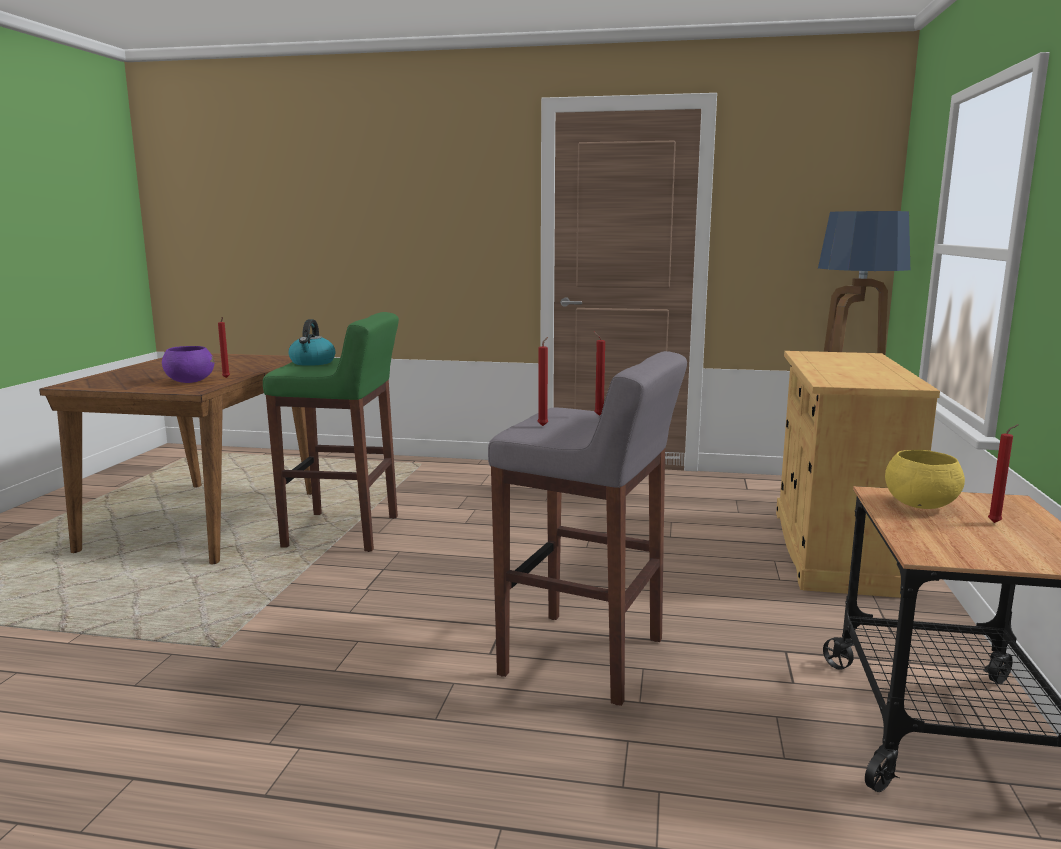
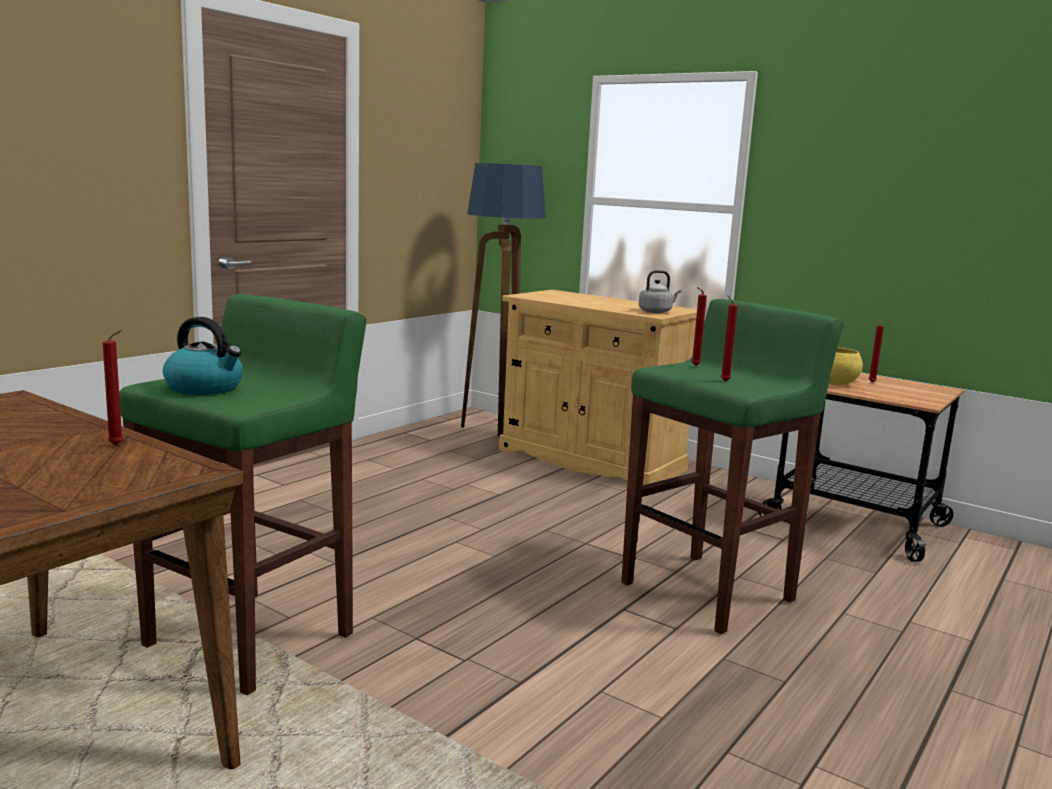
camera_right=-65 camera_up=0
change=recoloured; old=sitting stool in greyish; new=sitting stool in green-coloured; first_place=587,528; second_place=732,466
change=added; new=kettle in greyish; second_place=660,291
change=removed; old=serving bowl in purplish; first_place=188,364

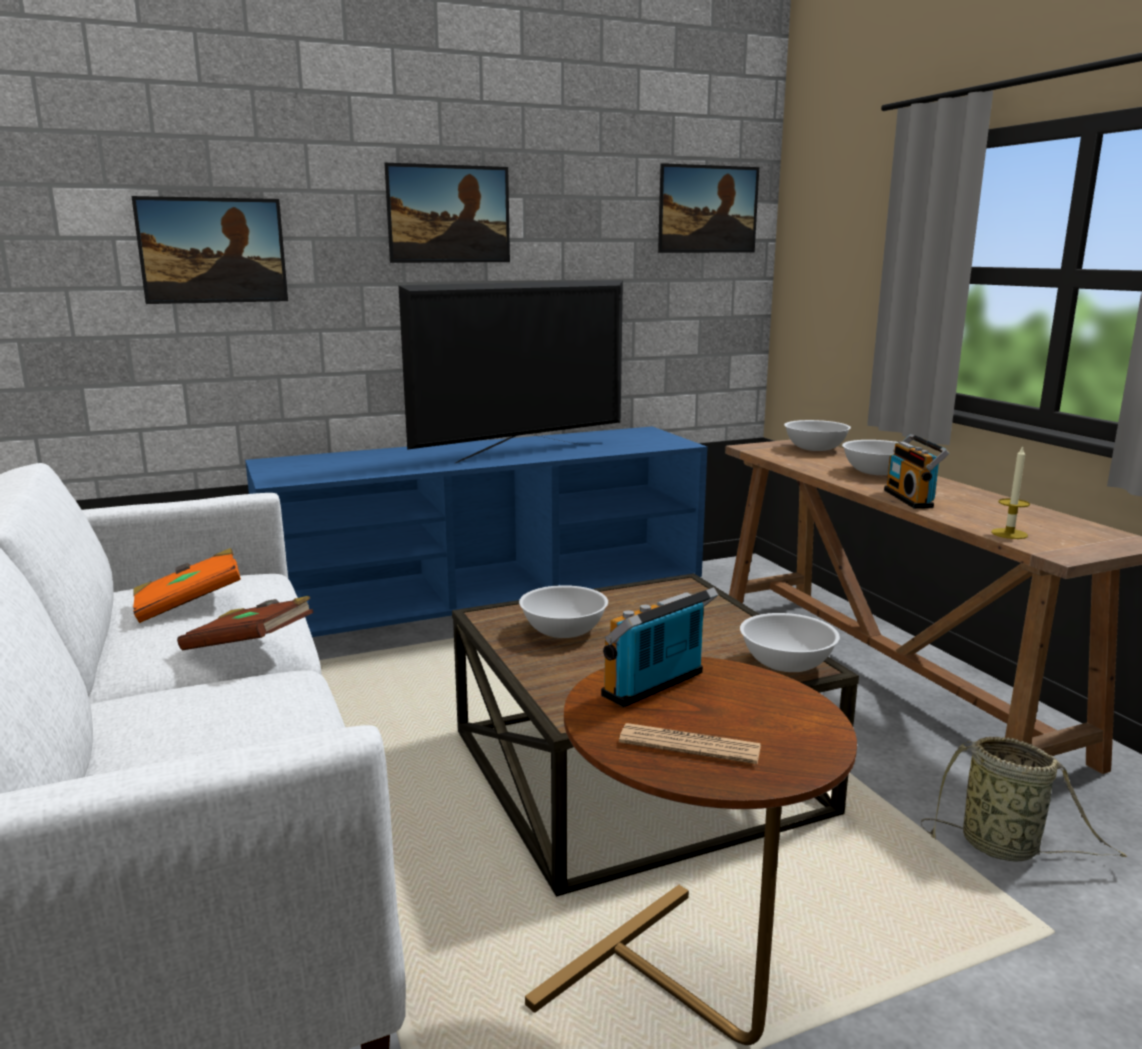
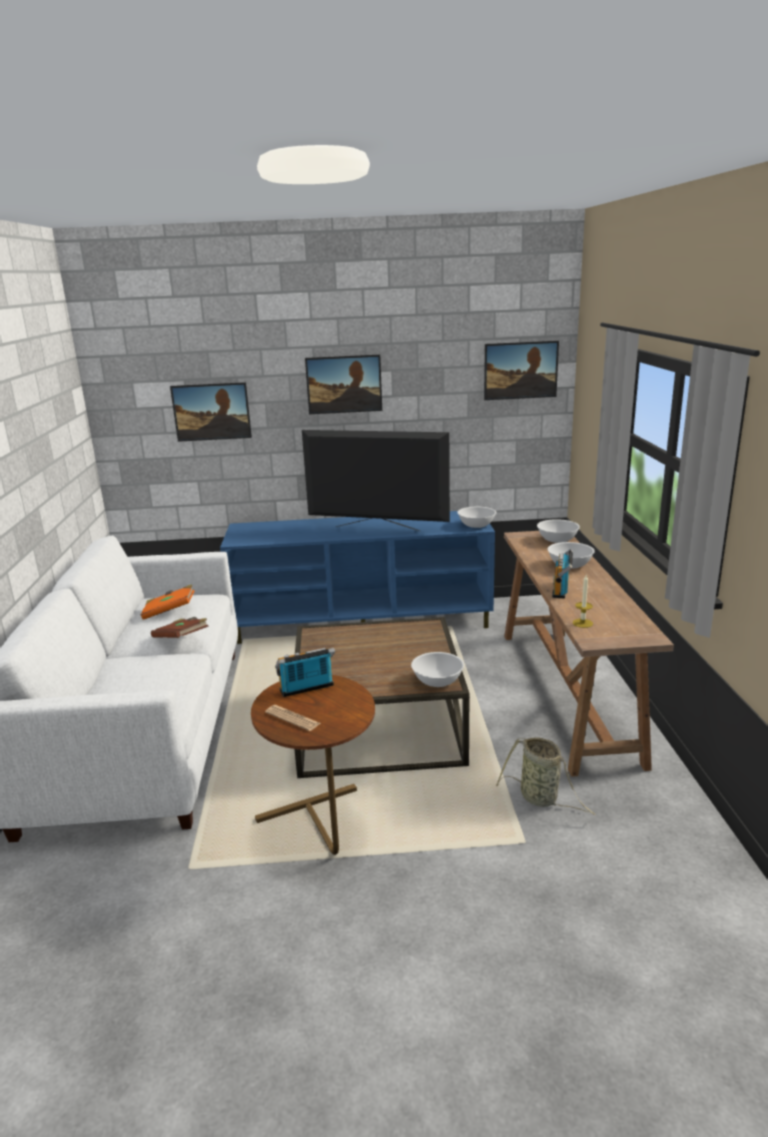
camera_right=20 camera_up=5
change=turned; old=TV; first_place=510,372; second_place=376,480; degrees=-150
change=moved; old=serving bowl in whitish; first_place=563,611; second_place=476,517

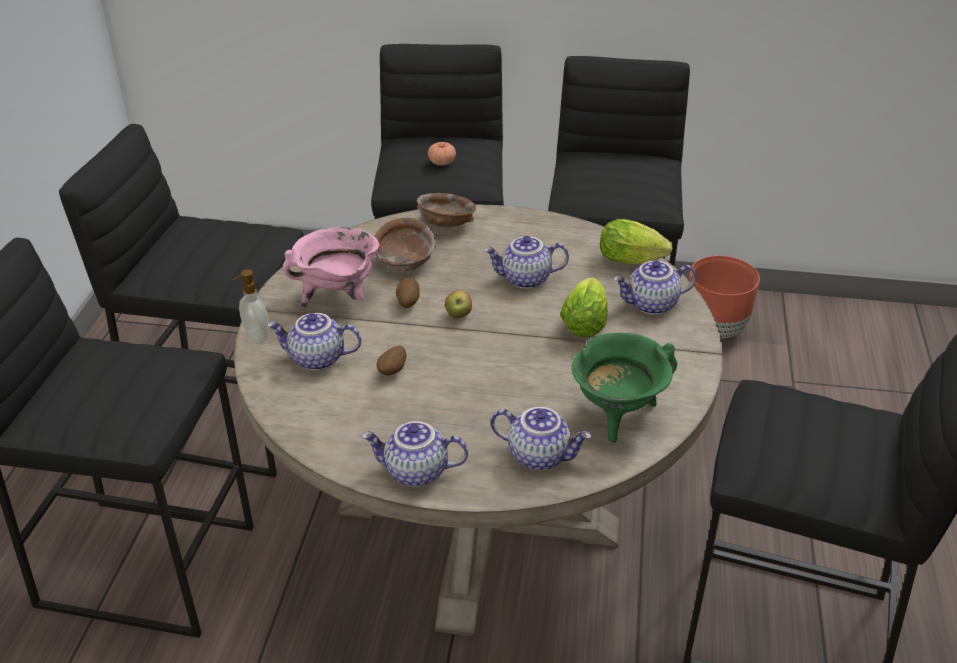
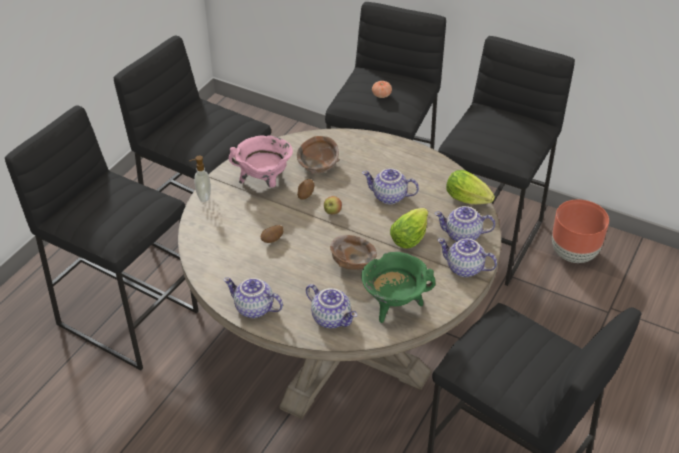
camera_right=20 camera_up=5
change=moved; old=serving bowl in brown-coloured; first_place=446,210; second_place=353,252
change=moved; old=pot for tea; first_place=314,342; second_place=467,257

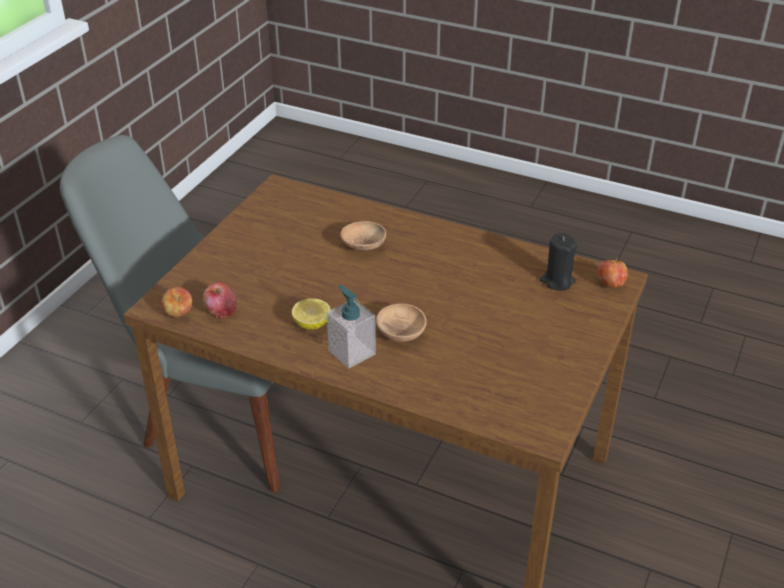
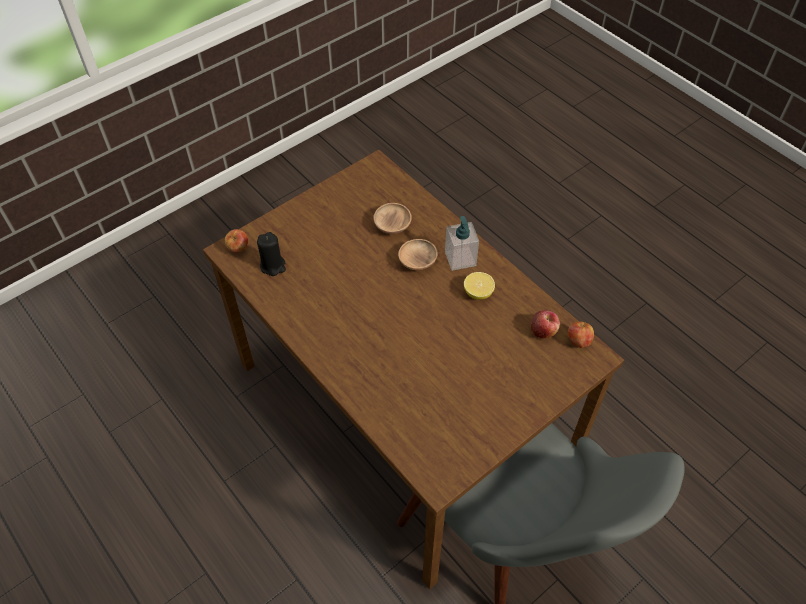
camera_right=-155 camera_up=15
change=moved; old=serving bowl in brown-coloured; first_place=363,235; second_place=392,218

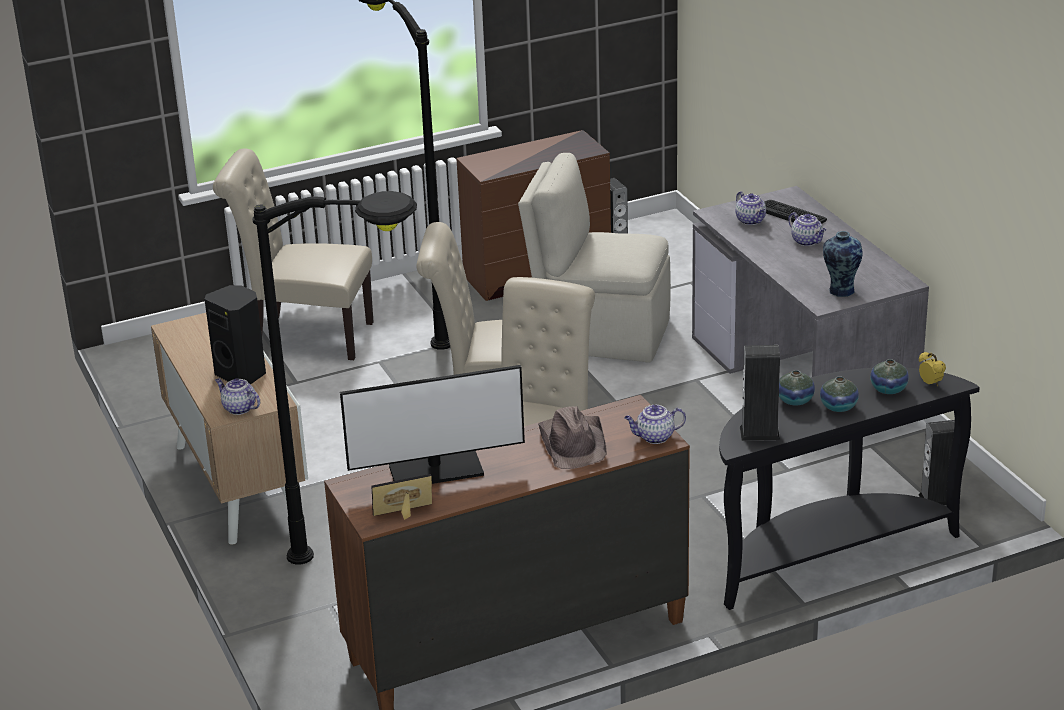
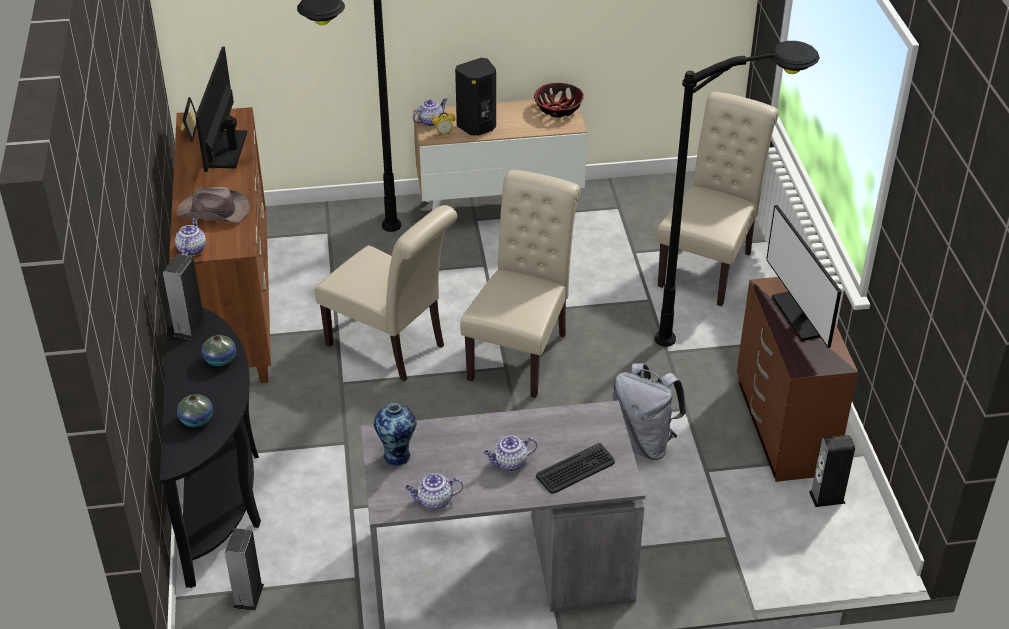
camera_right=105 camera_up=10
change=moved; old=pot for tea; first_place=750,208; second_place=434,491
change=moved; old=alarm clock; first_place=932,369; second_place=443,124
change=added; new=serving bowl; second_place=559,100
change=replaced; old=upright chair in beige; new=backpack in greyish; first_place=594,258; second_place=649,411
change=added; new=computer display; second_place=804,276
change=removed; old=decorative vase; first_place=839,394

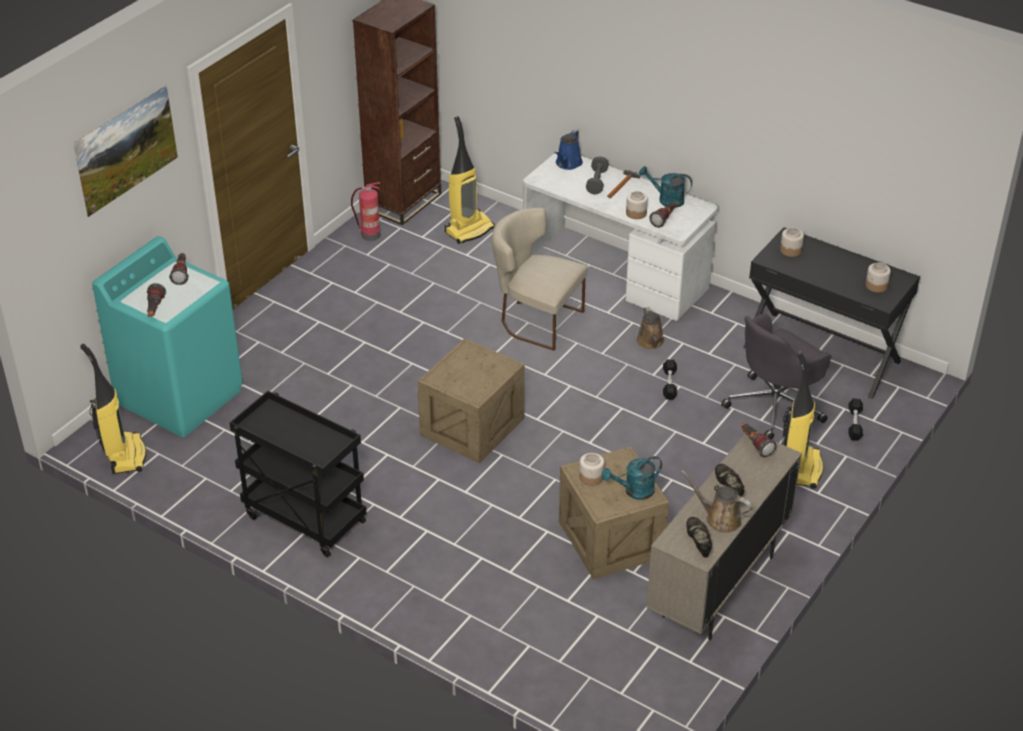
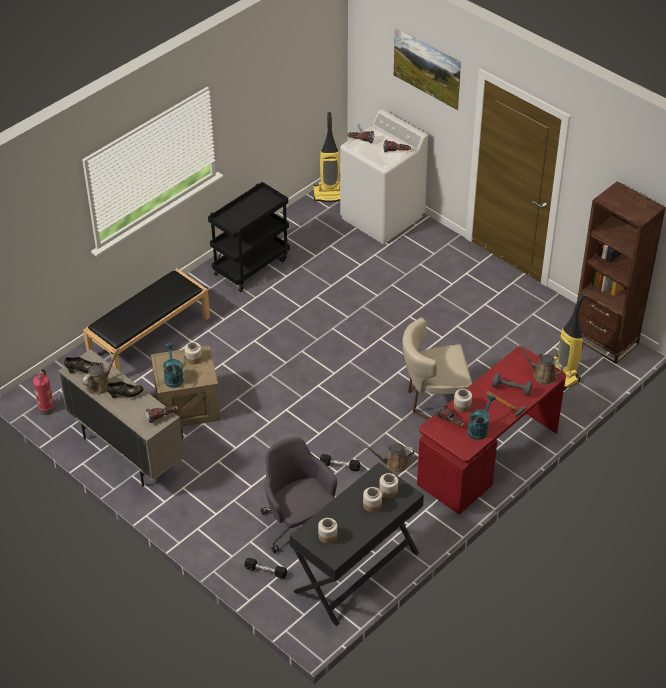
camera_right=100 camera_up=5
change=moved; old=extinguisher; first_place=365,211; second_place=44,392
change=added; new=long seat in black; second_place=146,320
change=recoloured; old=laundry machine in turquoise; new=laundry machine in whitish; first_place=167,336; second_place=384,176
change=added; new=jar; second_place=372,499
change=turned; old=upright chair in beige; first_place=540,279; second_place=437,368; degrees=-135
change=recoloured; old=desk unit in whitish; new=desk unit in red-coloured; first_place=620,235; second_place=491,430
change=recoloured; old=watering can in blue; new=watering can in brown-coloured; first_place=568,150; second_place=540,364
change=removed; old=packing crate; first_place=471,400
change=removed; old=vacuum; first_place=803,420

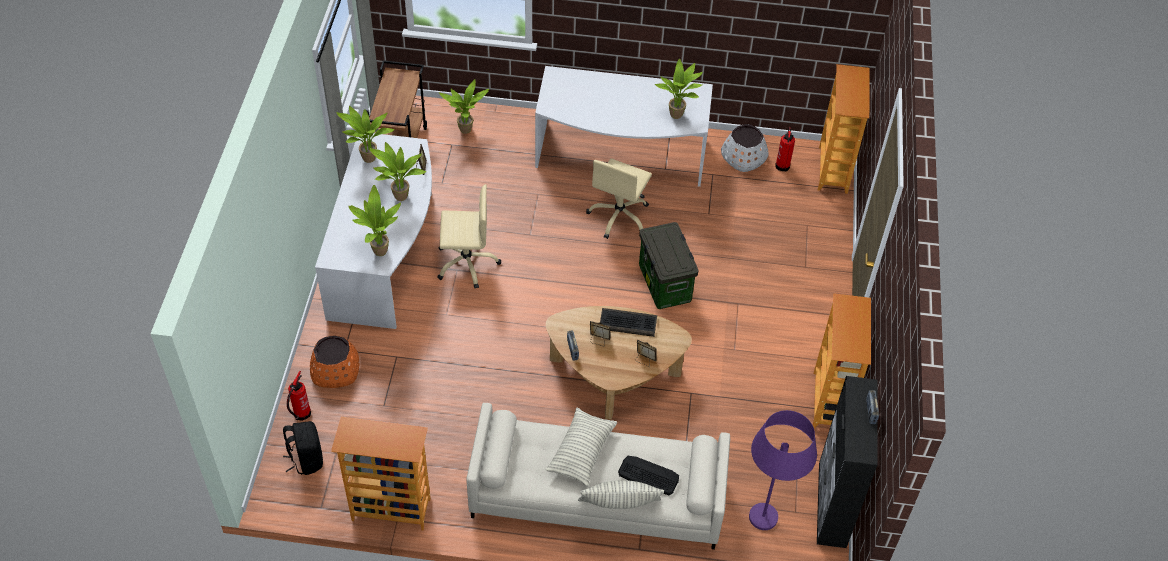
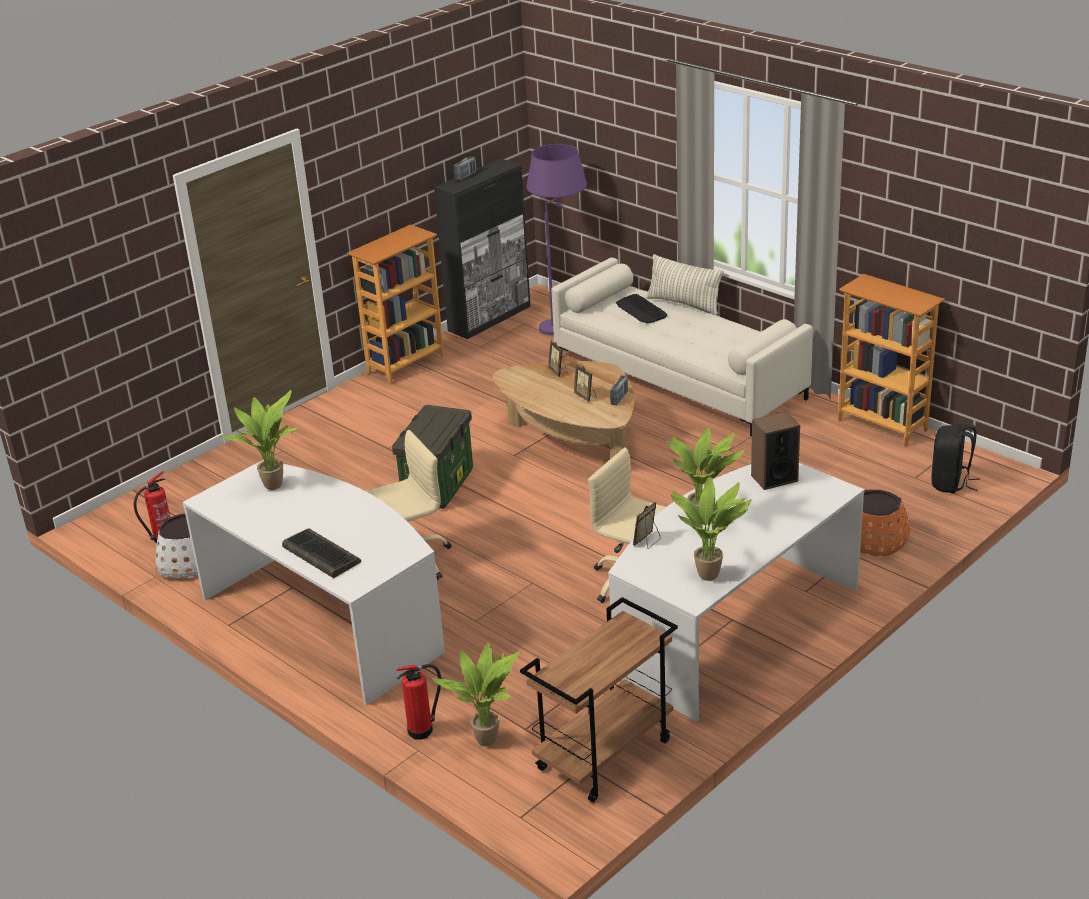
camera_right=-140 camera_up=-20
change=moved; old=PC keyboard; first_place=628,322; second_place=321,553
change=moved; old=extinguisher; first_place=299,396; second_place=418,702
change=replaced; old=plant in a pot; new=audio speaker; first_place=374,220; second_place=775,450
change=removed; old=throw pillow; first_place=581,447
change=removed; old=shelving unit; first_place=844,129

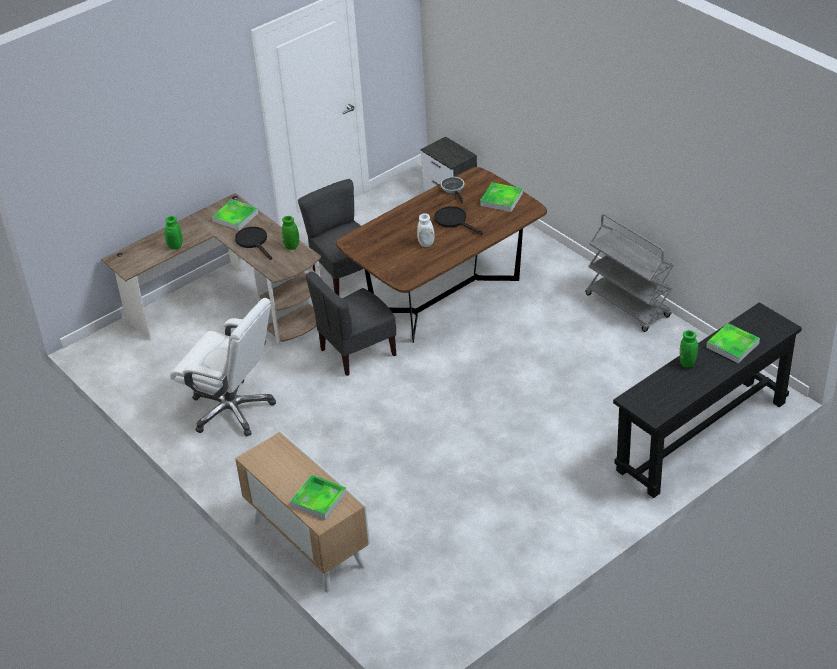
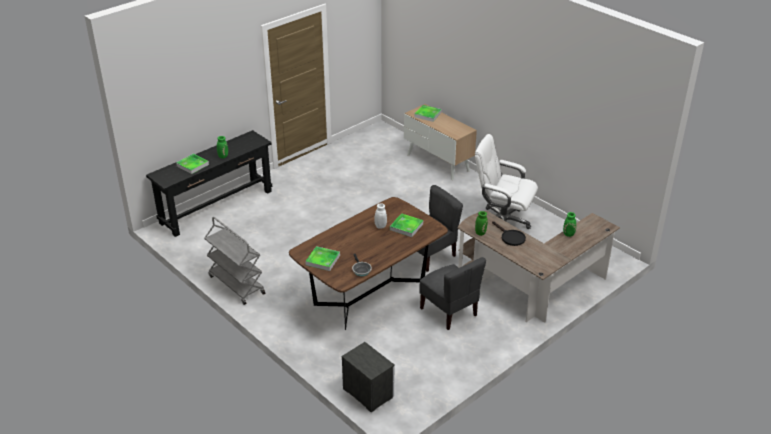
camera_right=175 camera_up=-5
change=moved; old=serving tray; first_place=235,215; second_place=406,225
change=removed; old=skillet in black; first_place=458,220

